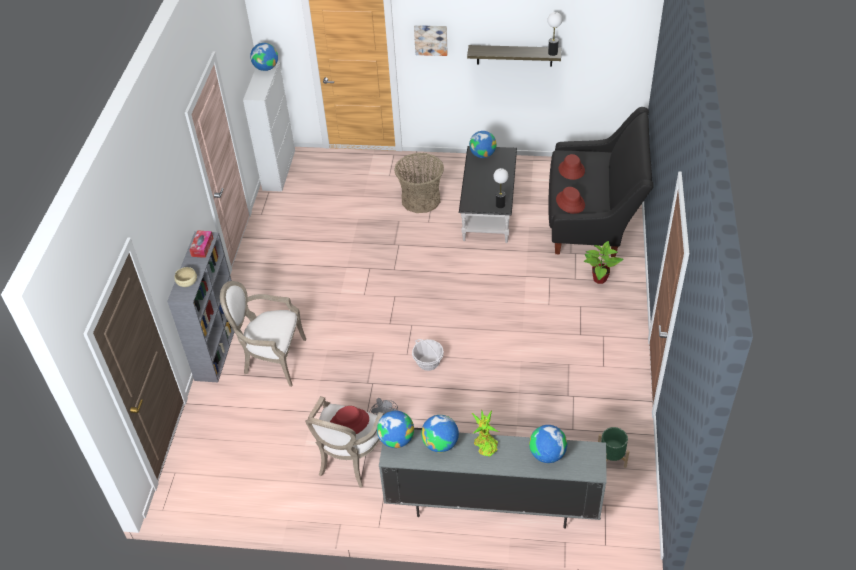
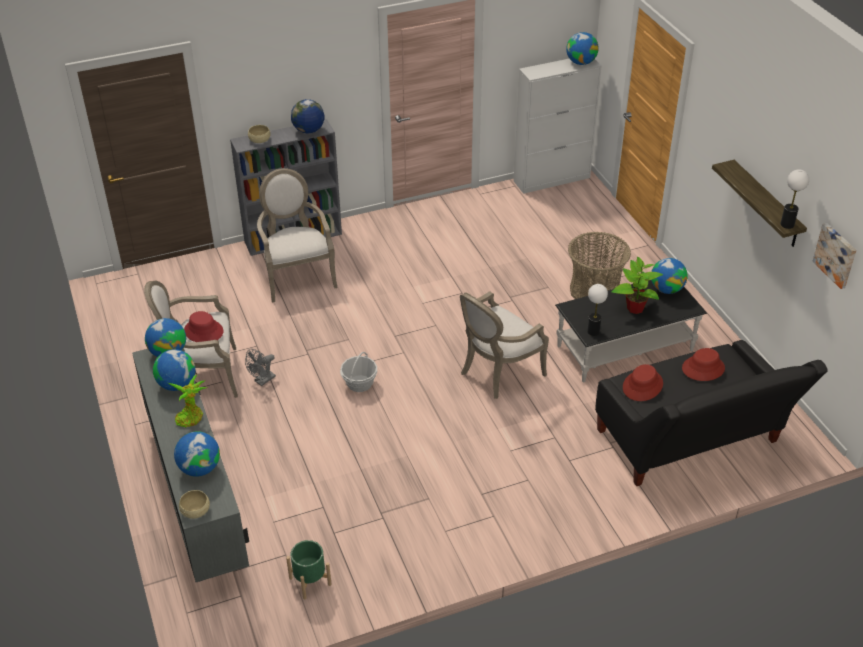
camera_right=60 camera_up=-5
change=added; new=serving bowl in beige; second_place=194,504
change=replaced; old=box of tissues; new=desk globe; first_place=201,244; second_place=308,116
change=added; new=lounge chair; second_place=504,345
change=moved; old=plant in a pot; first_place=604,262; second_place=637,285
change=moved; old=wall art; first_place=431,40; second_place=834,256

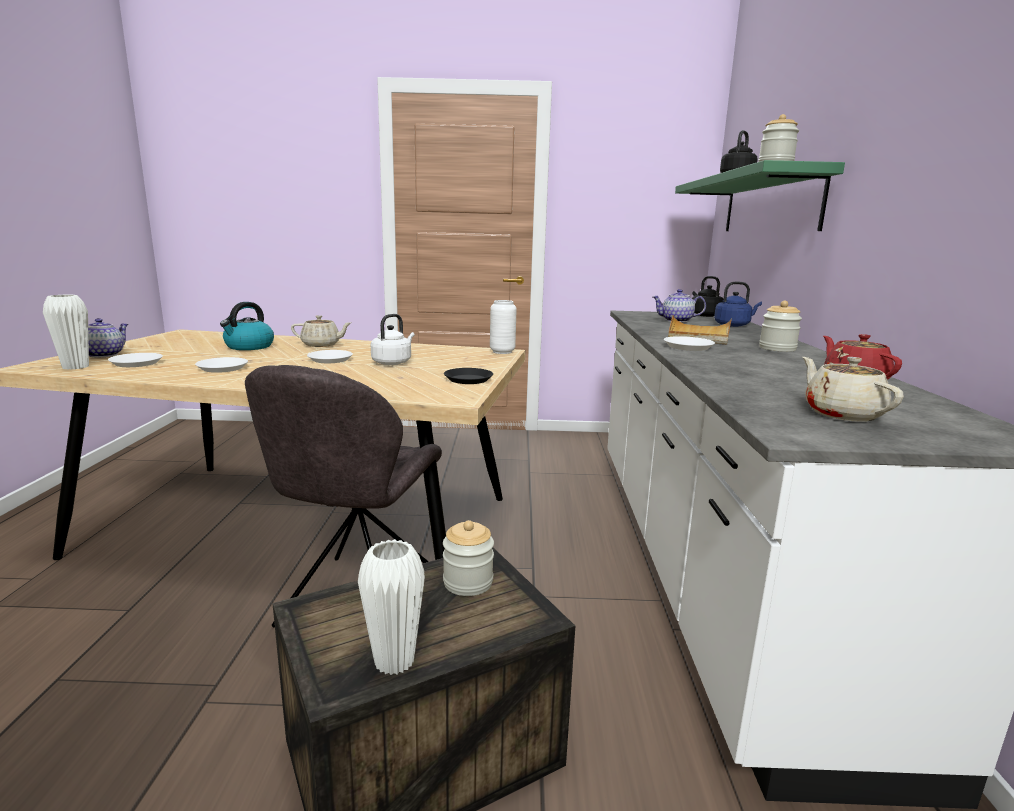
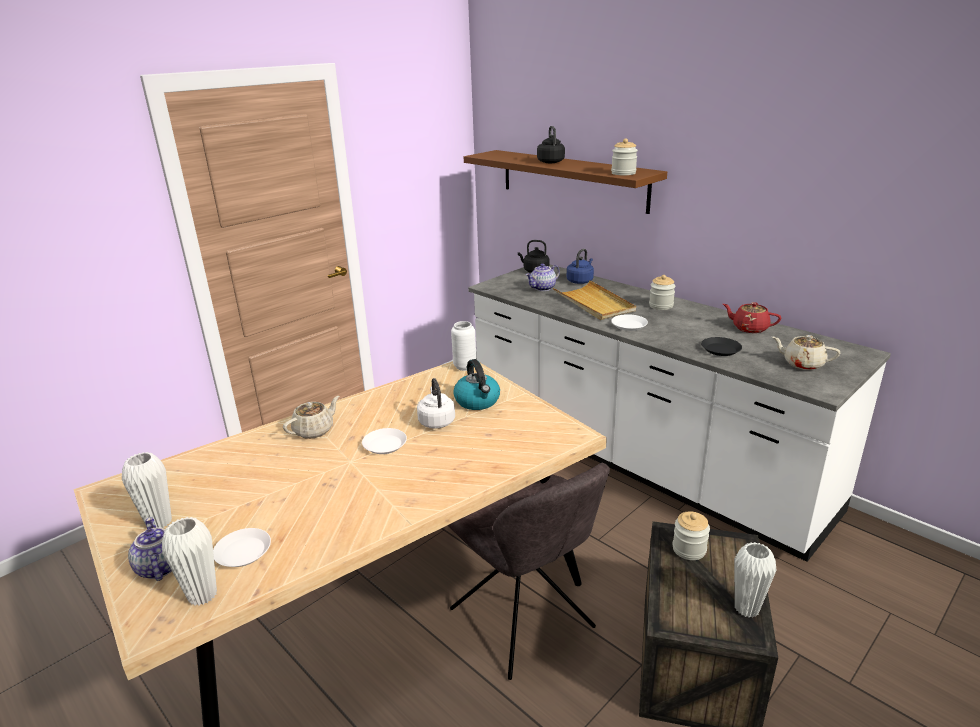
camera_right=-45 camera_up=10
change=added; new=decorative vase in whitish; second_place=147,490
change=moved; old=kettle; first_place=247,326; second_place=476,384
change=recoloured; old=wall shelf in green-coloured; new=wall shelf in brown-coloured; first_place=760,195; second_place=565,182
change=moved; old=dinner plate in black; first_place=468,376; second_place=721,346
change=removed; old=dinner plate in whitish; first_place=221,365

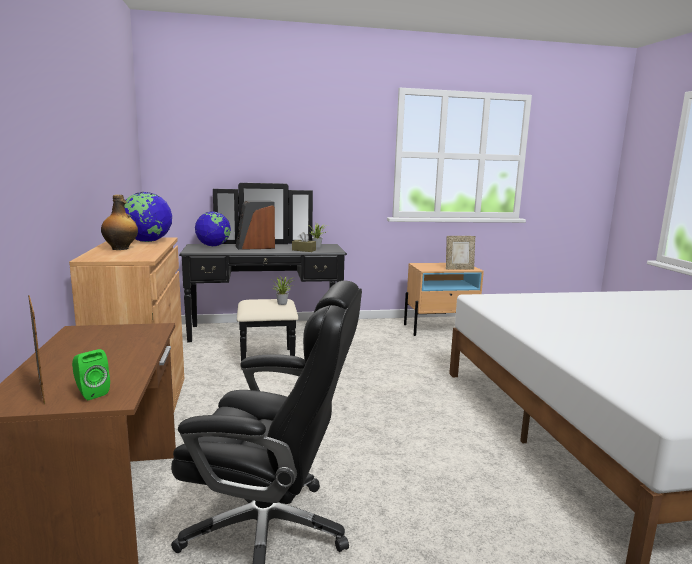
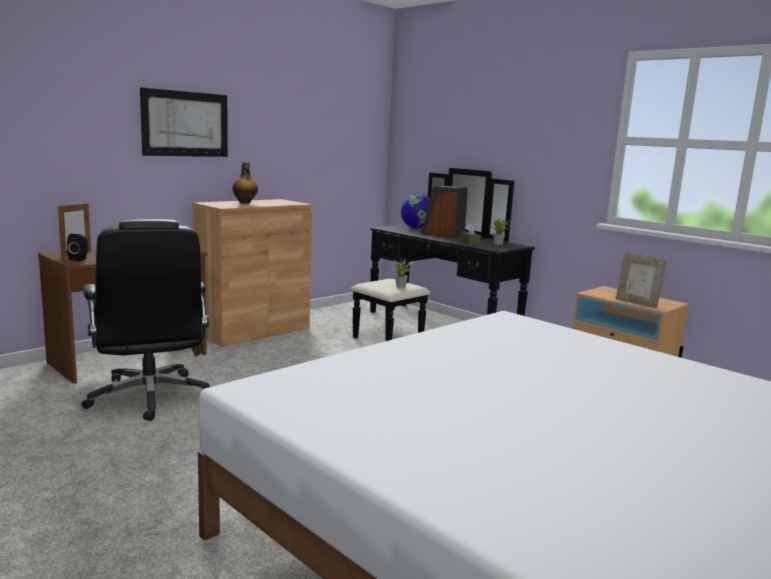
camera_right=55 camera_up=0
change=recoloured; old=audio speaker in green-coloured; new=audio speaker in black; first_place=91,374; second_place=77,247
change=added; new=wall art; second_place=184,122
change=removed; old=desk globe; first_place=148,217

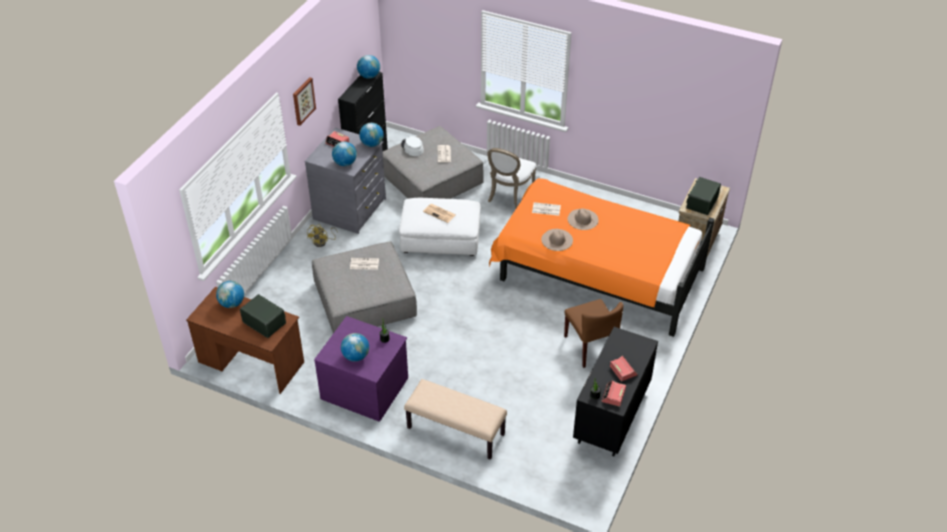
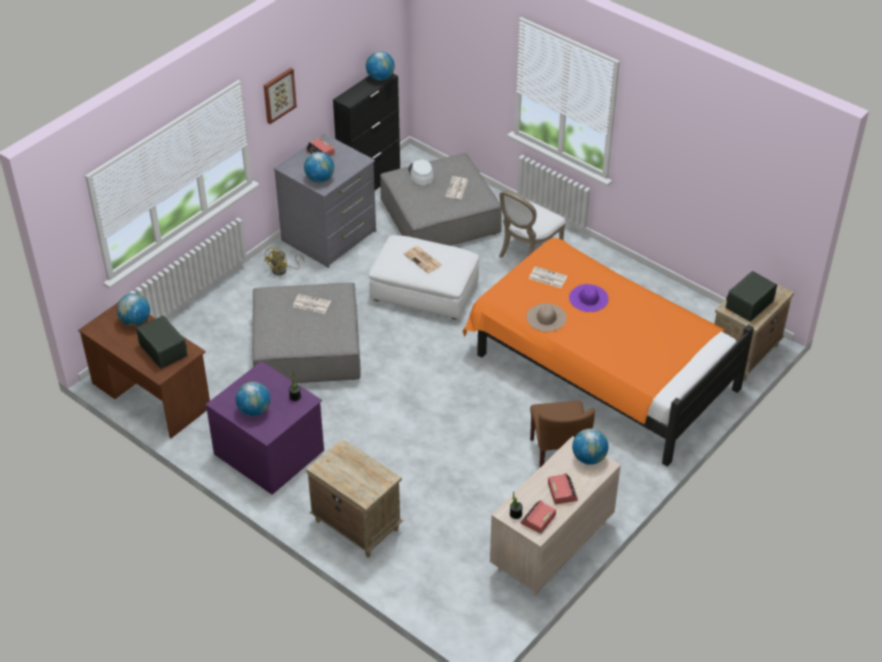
camera_right=15 camera_up=0
change=replaced; old=long seat in beige; new=bedside table in beige; first_place=455,419; second_place=354,498
change=recoloured; old=chest of drawers in black; new=chest of drawers in beige; first_place=615,391; second_place=555,516
change=recoloured; old=wearable hat in beige; new=wearable hat in purplish; first_place=583,219; second_place=589,298
change=moved; old=desk globe; first_place=371,135; second_place=590,447

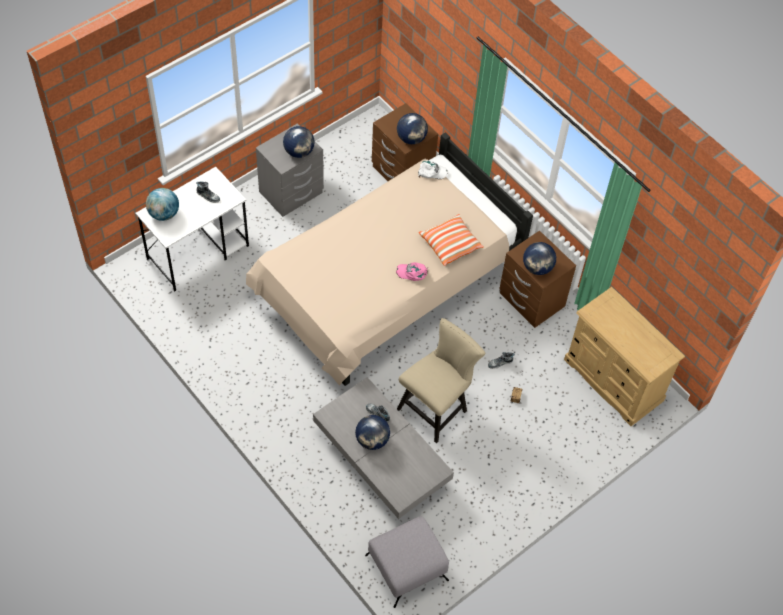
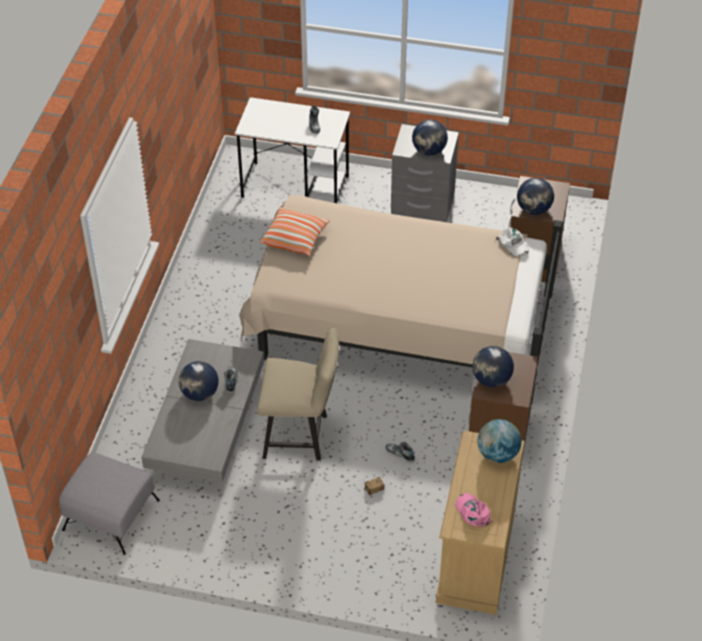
camera_right=55 camera_up=-10
change=moved; old=throw pillow; first_place=451,240; second_place=295,231
change=moved; old=baseball cap in pinkish; first_place=412,271; second_place=475,510
change=moved; old=desk globe; first_place=162,204; second_place=499,441

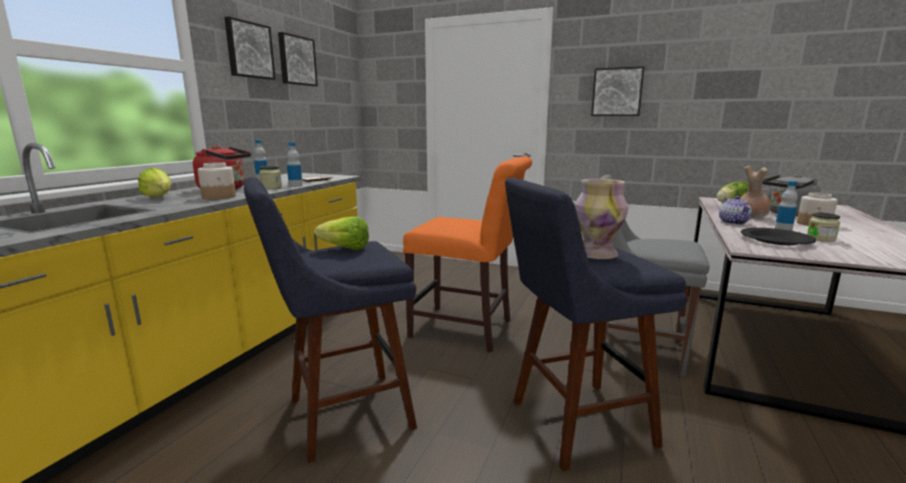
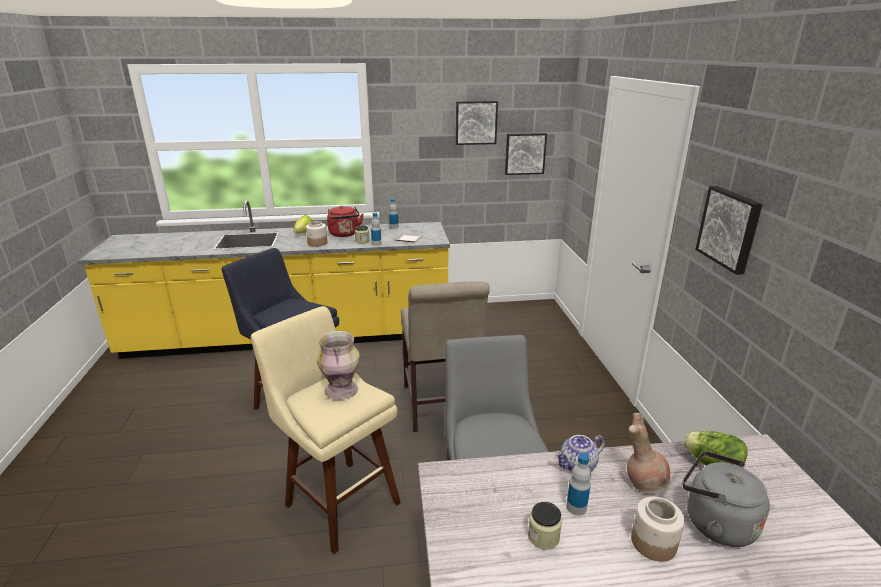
camera_right=60 camera_up=10
change=recoloured; old=sitting stool in blue; new=sitting stool in beige; first_place=596,324; second_place=326,430
change=recoloured; old=upright chair in orange; new=upright chair in beige; first_place=467,254; second_place=445,356
change=moved; old=wall art; first_place=250,48; second_place=526,154
change=removed; old=lettuce; first_place=341,233
change=removed; old=dinner plate in black; first_place=778,236

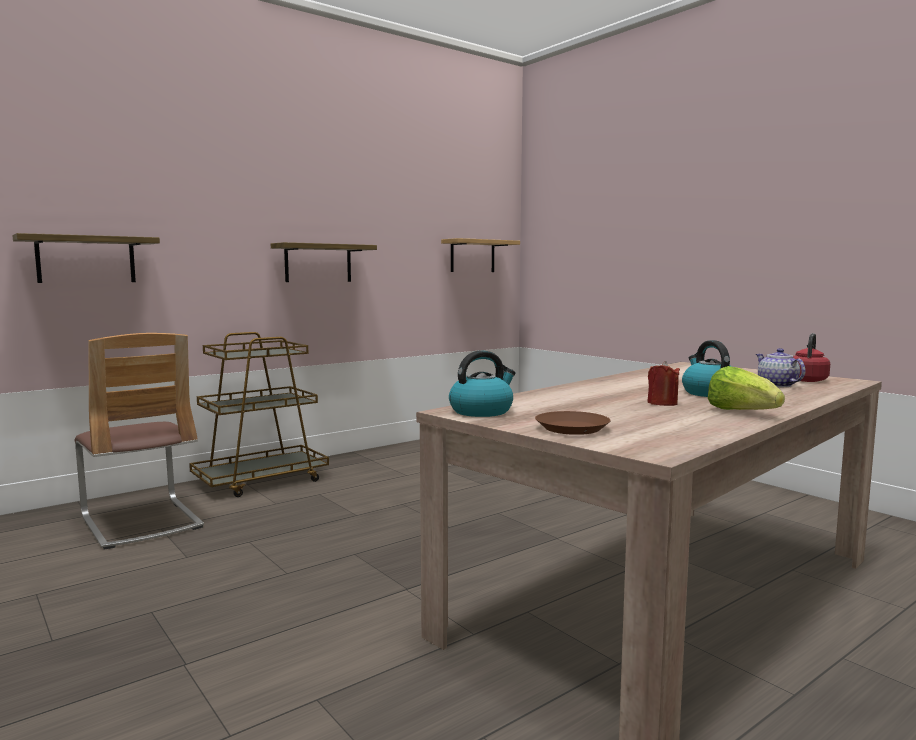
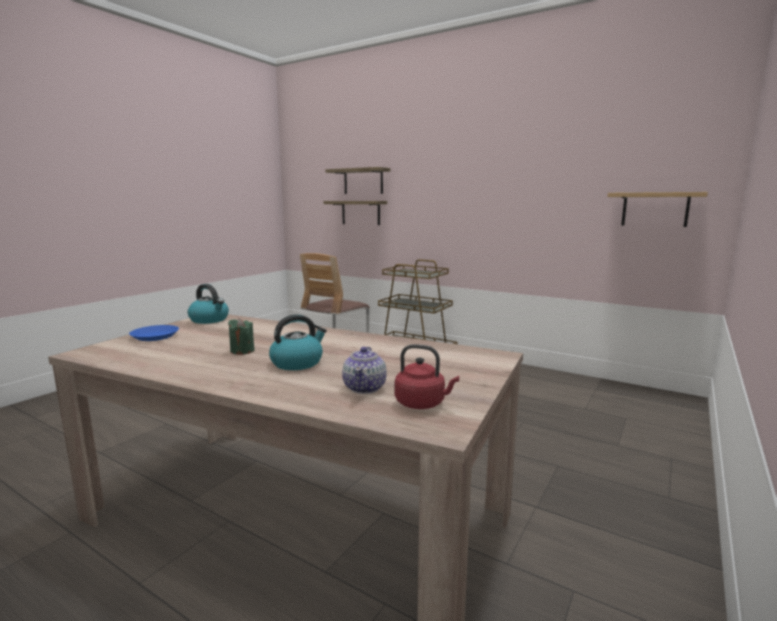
camera_right=70 camera_up=5
change=recoloured; old=dinner plate in brown-coloured; new=dinner plate in blue; first_place=573,423; second_place=154,333
change=recoloured; old=wax light in red-coloured; new=wax light in green-coloured; first_place=663,383; second_place=241,336
change=moved; old=wall shelf; first_place=324,262; second_place=358,180
change=turned; old=pot for tea; first_place=781,367; second_place=364,370; degrees=135
change=removed; old=lettuce; first_place=746,388

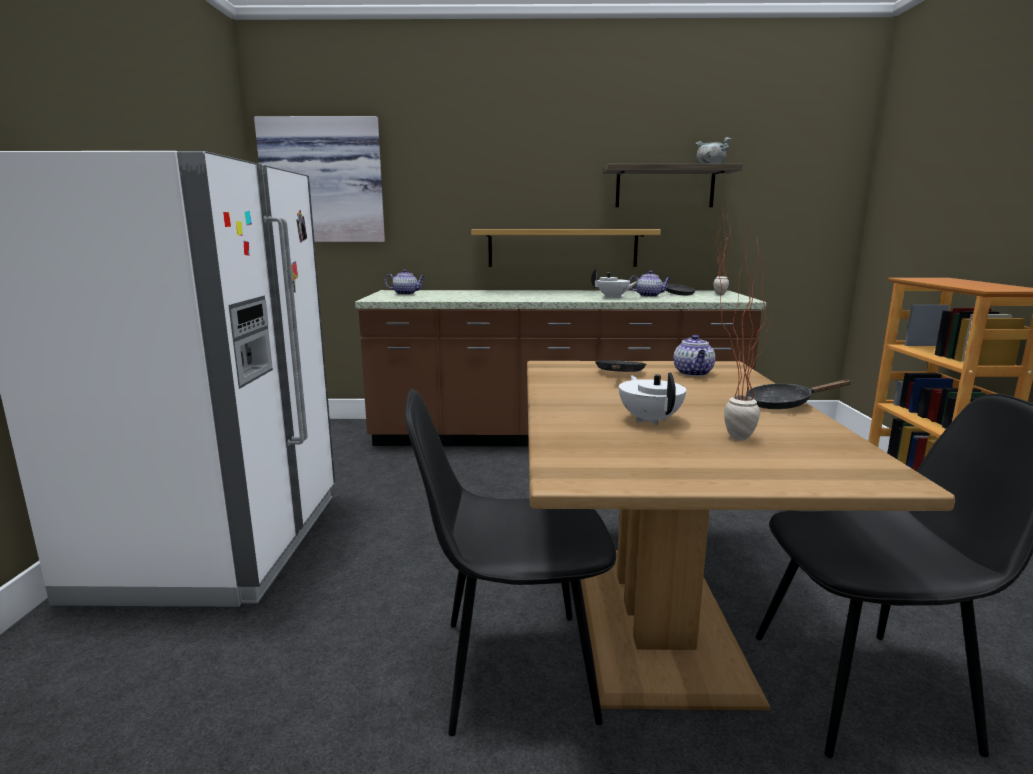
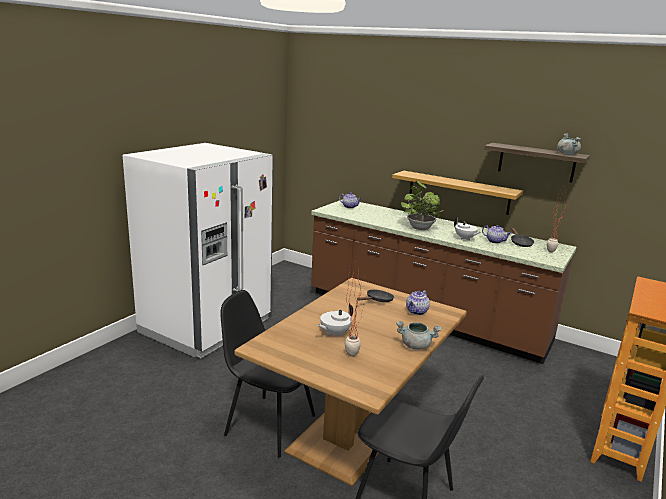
camera_right=30 camera_up=5
change=turned; old=pot for tea in whitish; first_place=652,399; second_place=335,320; degrees=-150
change=replaced; old=skillet in black; new=saucepot in greyish; first_place=799,394; second_place=418,335
change=added; new=plant in a pot; second_place=422,205
change=removed; old=wall art; first_place=319,179

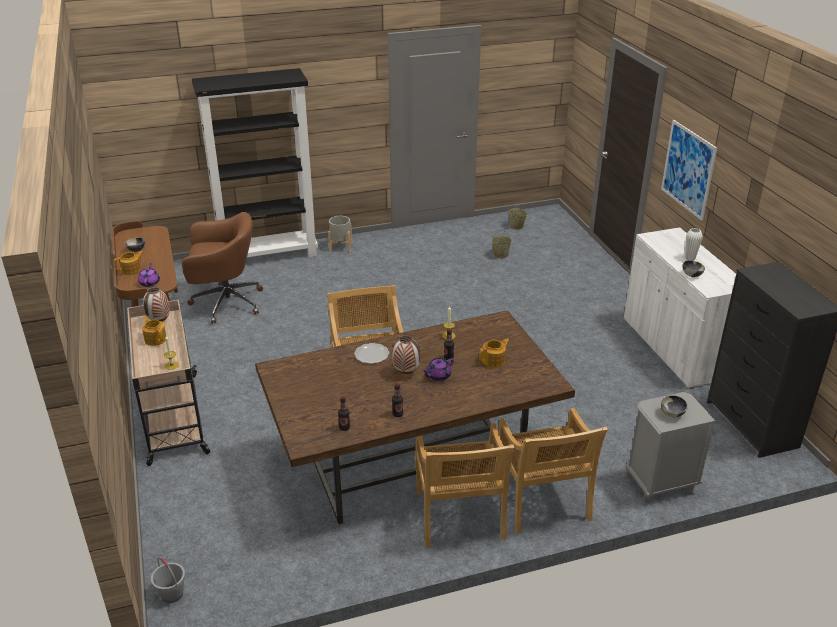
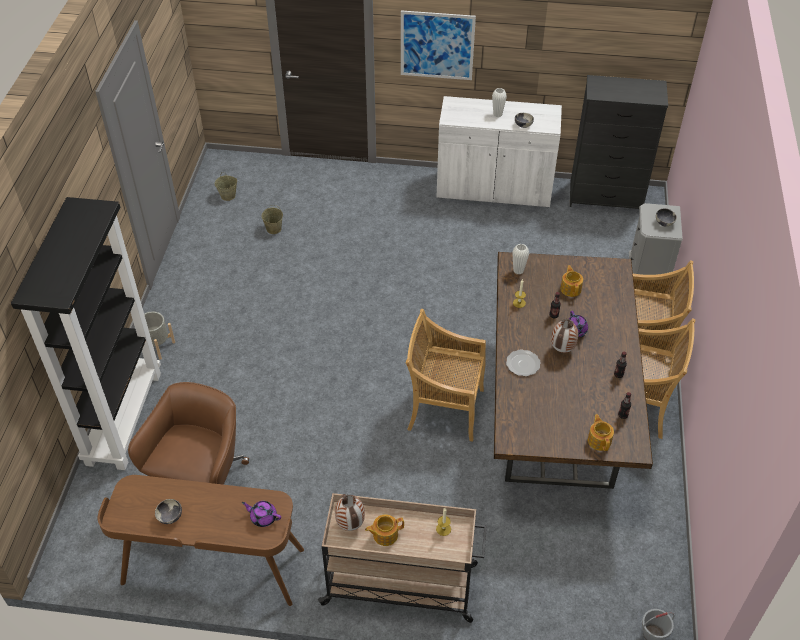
camera_right=-65 camera_up=15
change=added; new=decorative vase in whitish; second_place=520,259
change=moved; old=pot for tea; first_place=129,263; second_place=601,432

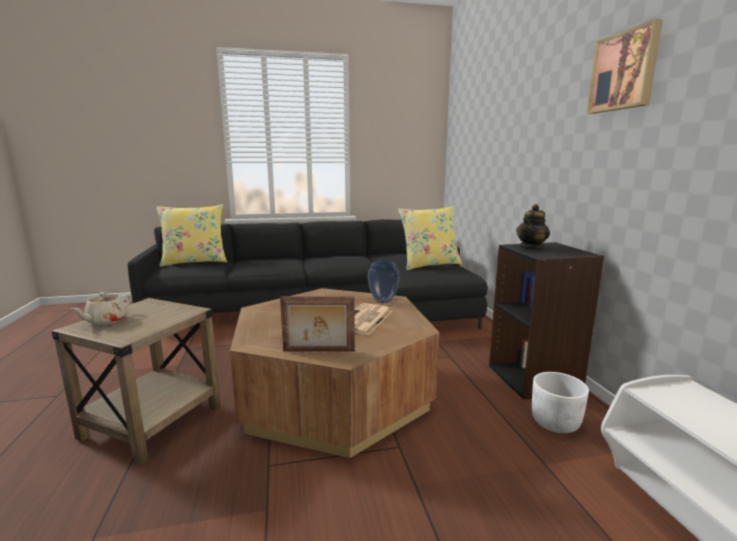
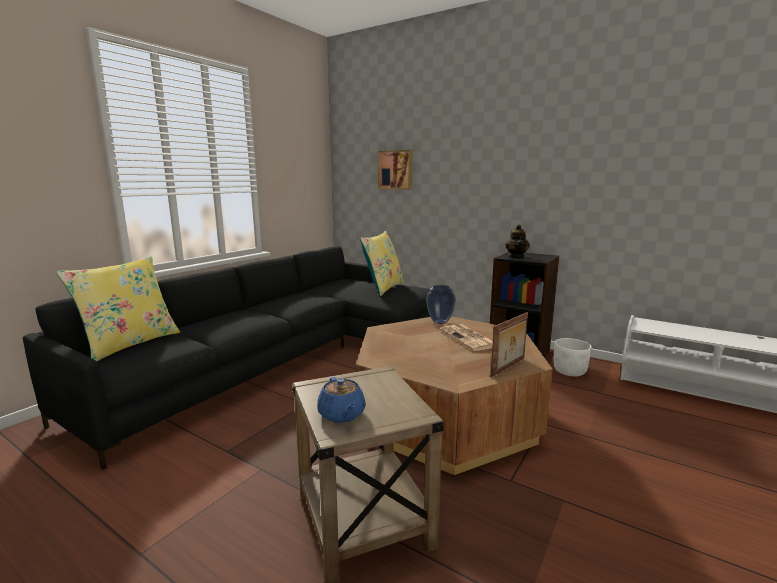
camera_right=-45 camera_up=0
change=recoloured; old=pot for tea in beige; new=pot for tea in blue; first_place=101,308; second_place=341,400
change=moved; old=wall art; first_place=625,66; second_place=395,170

